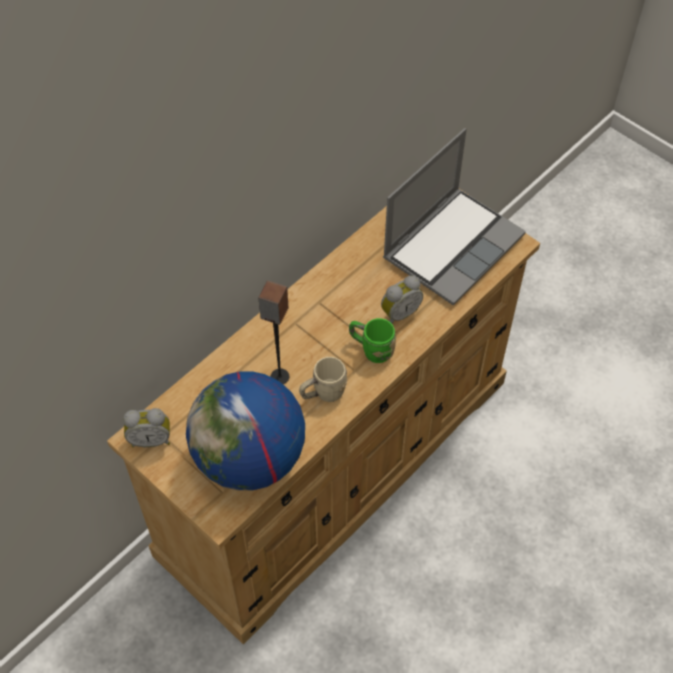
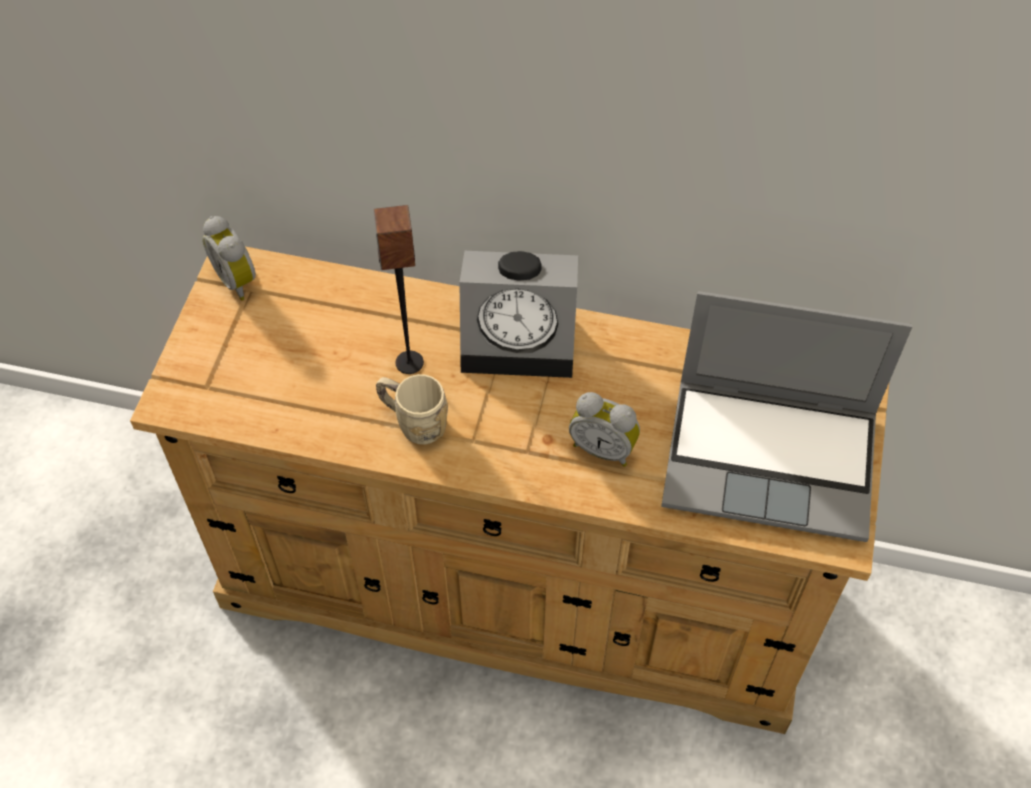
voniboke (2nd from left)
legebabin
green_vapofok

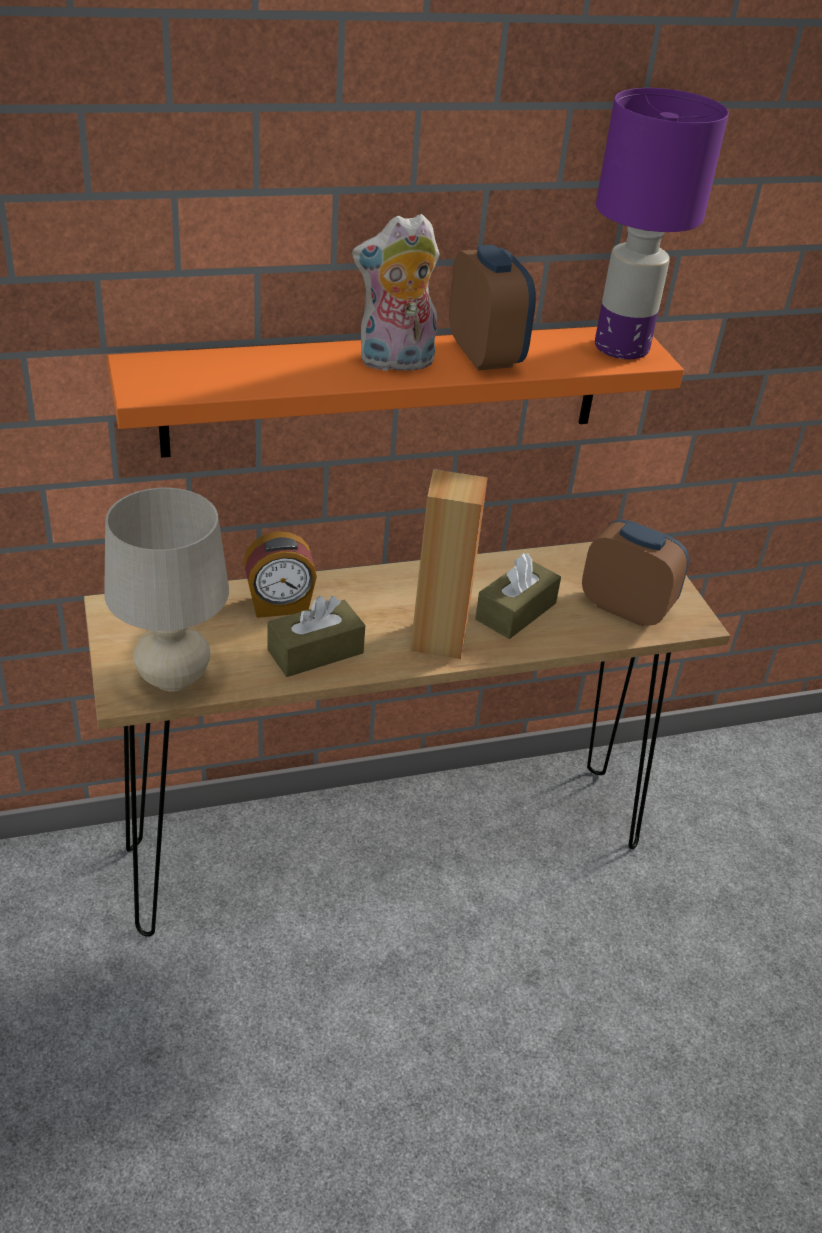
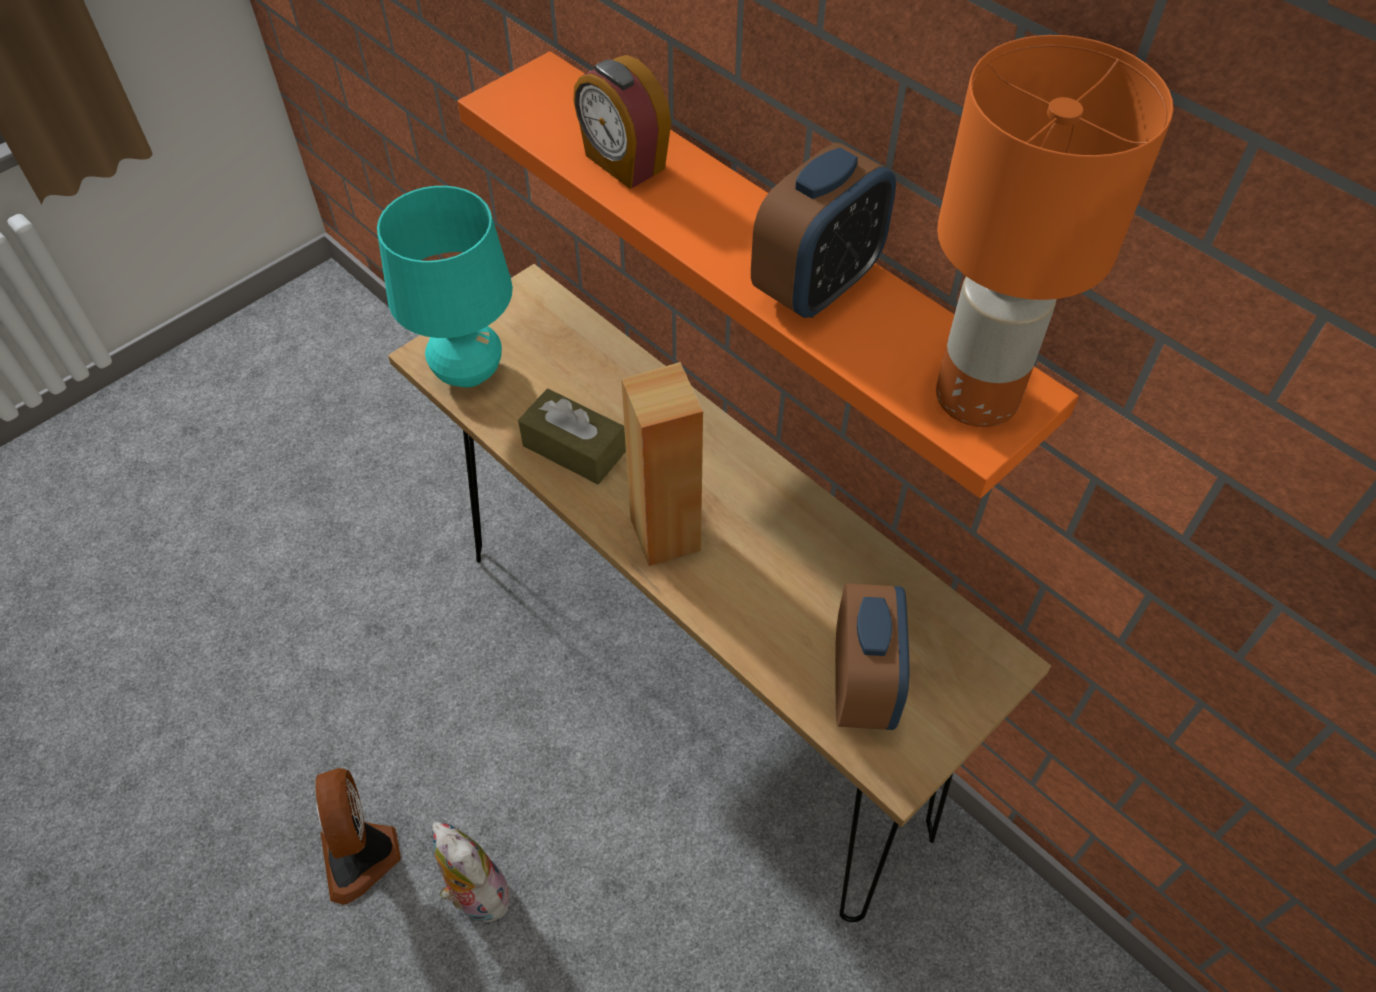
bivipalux
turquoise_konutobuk
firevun
voniboke (1st from left)
orange_konutobuk
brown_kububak (2nd from left in the first image)

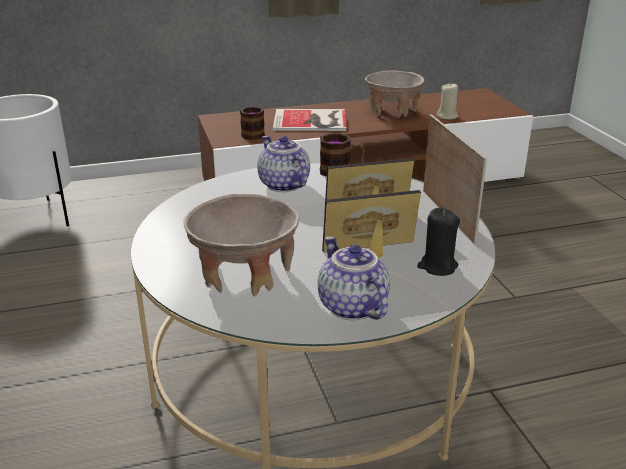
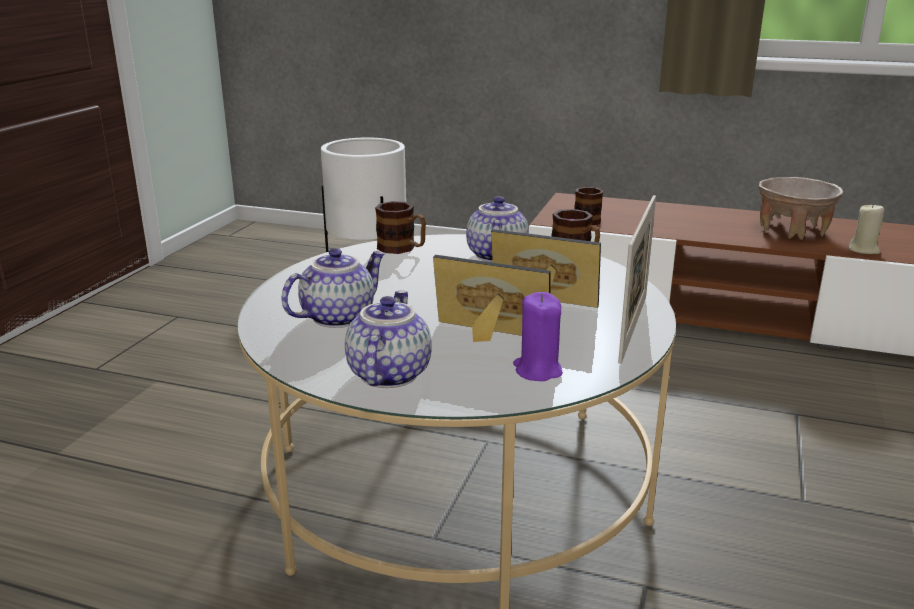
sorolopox (1st from left)
vapofok (1st from left)
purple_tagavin
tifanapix

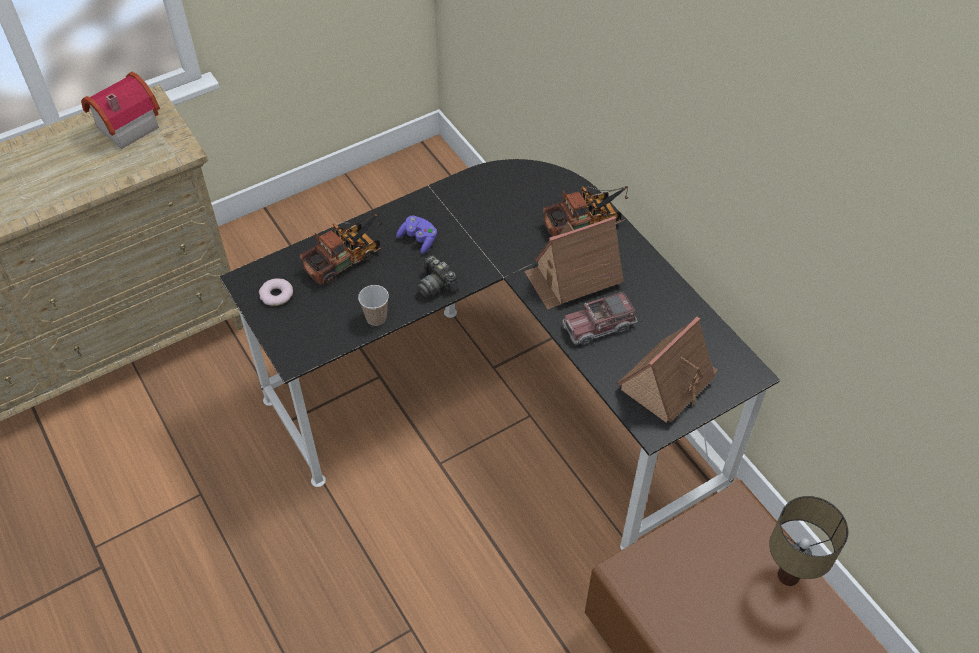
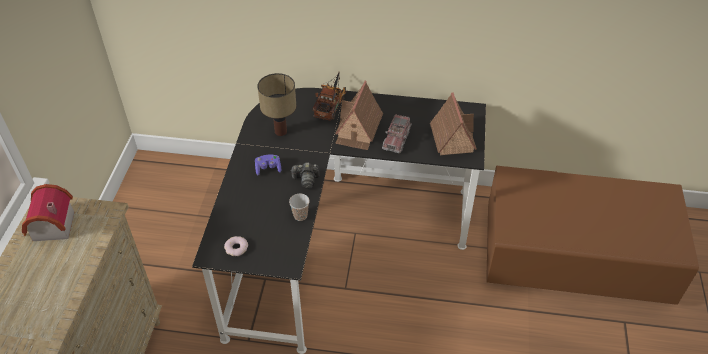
konutobuk
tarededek (1st from left in the first image)

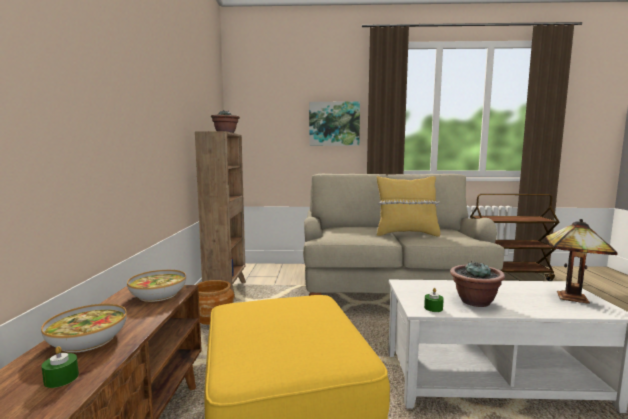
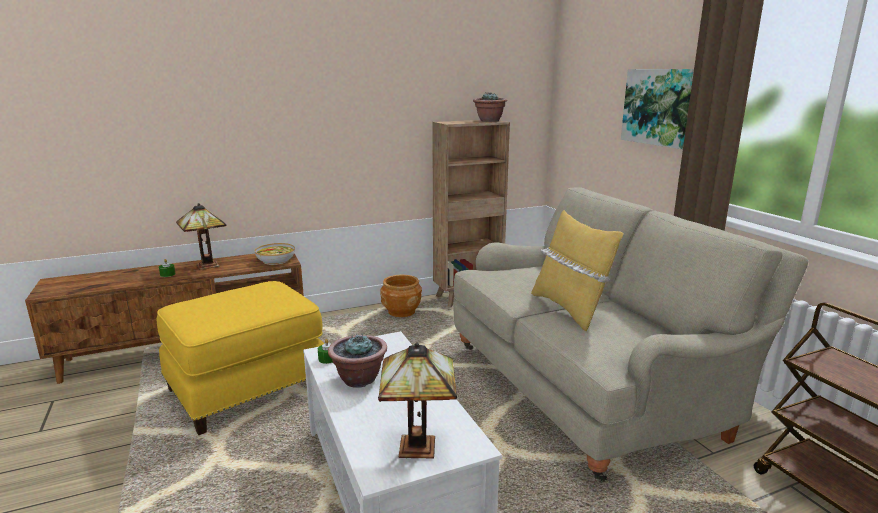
konutobuk (1st from left)

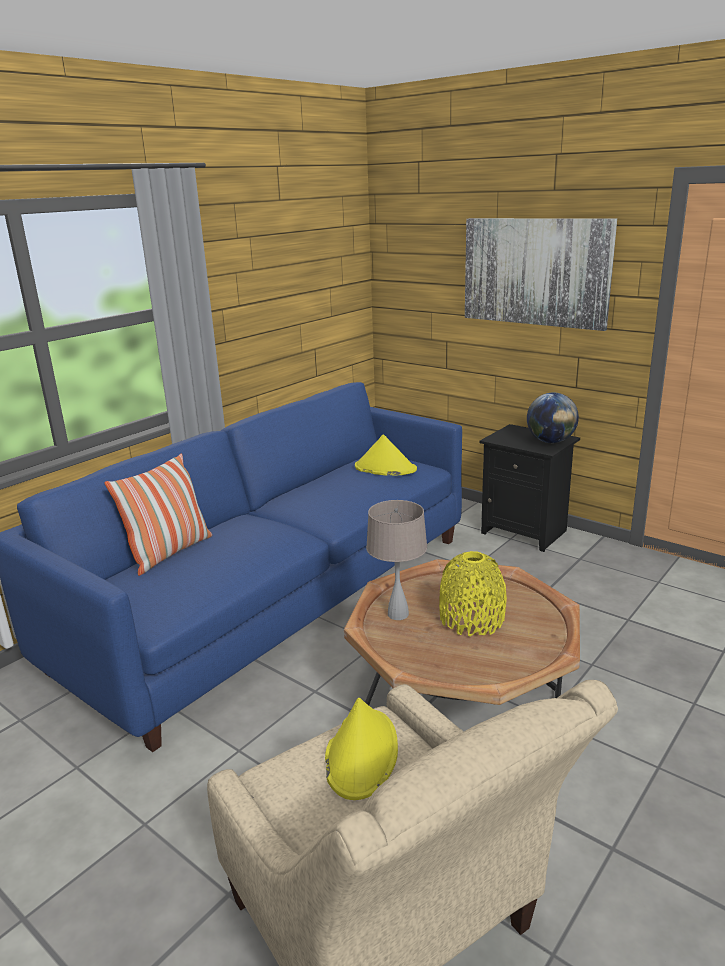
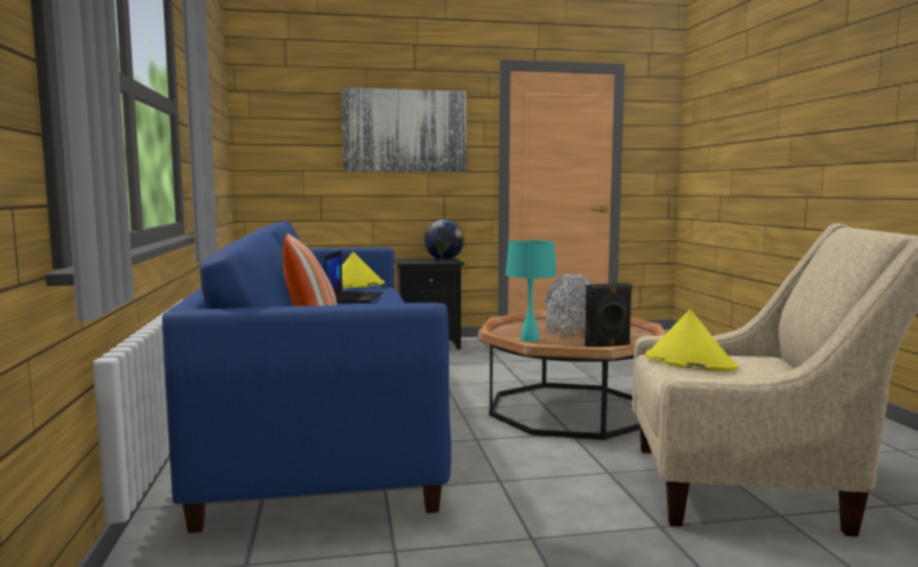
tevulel
turquoise_konutobuk
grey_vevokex
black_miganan

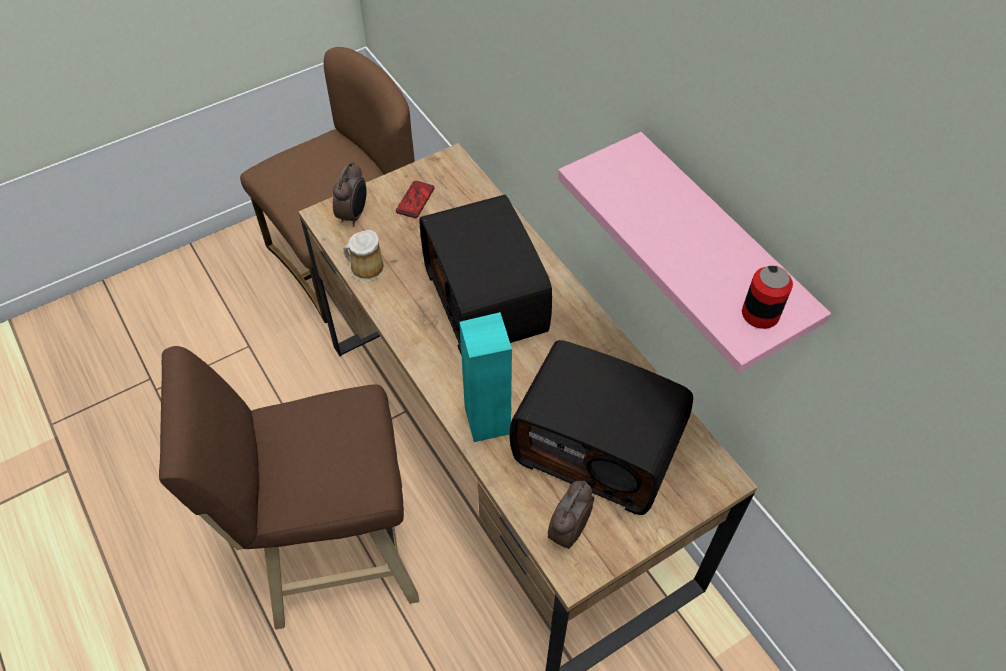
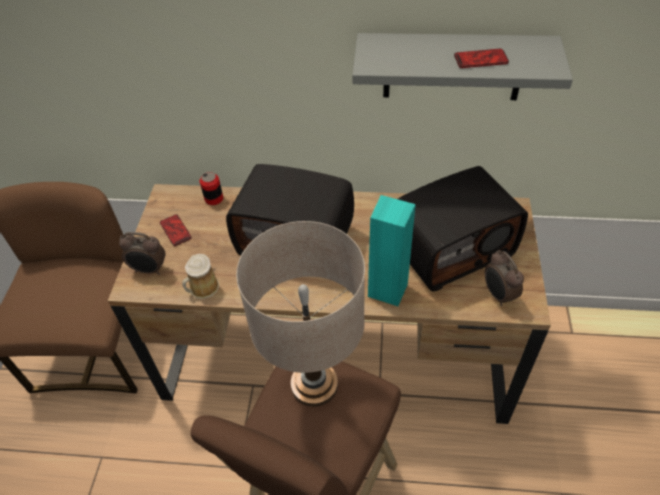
voniboke (1st from left)
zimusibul
beige_konutobuk
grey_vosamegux
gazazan (2nd from left)

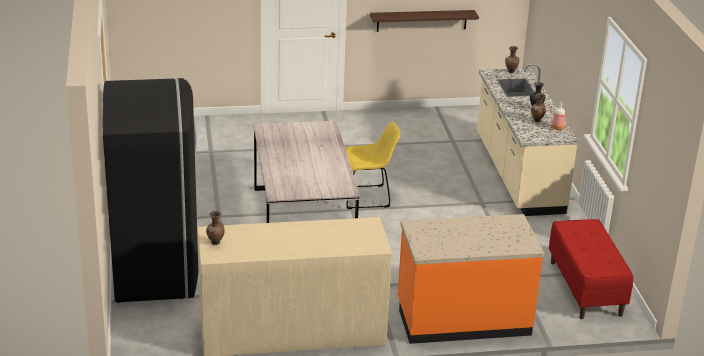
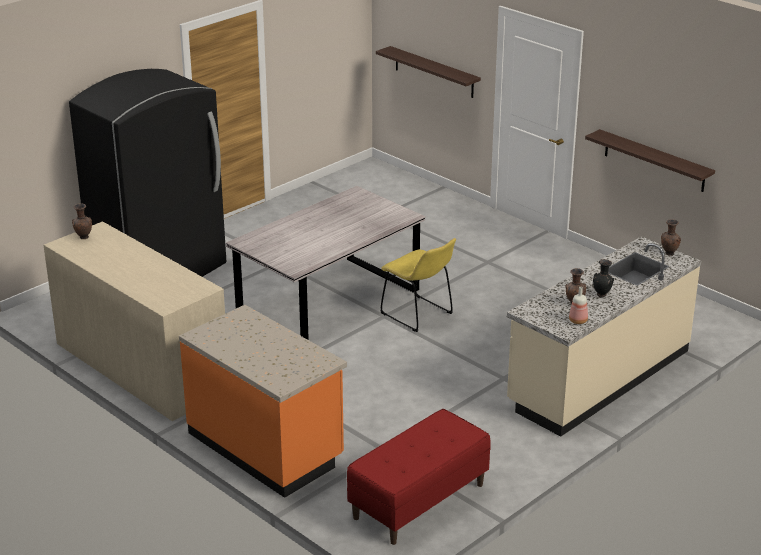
vosamegux (1st from left)

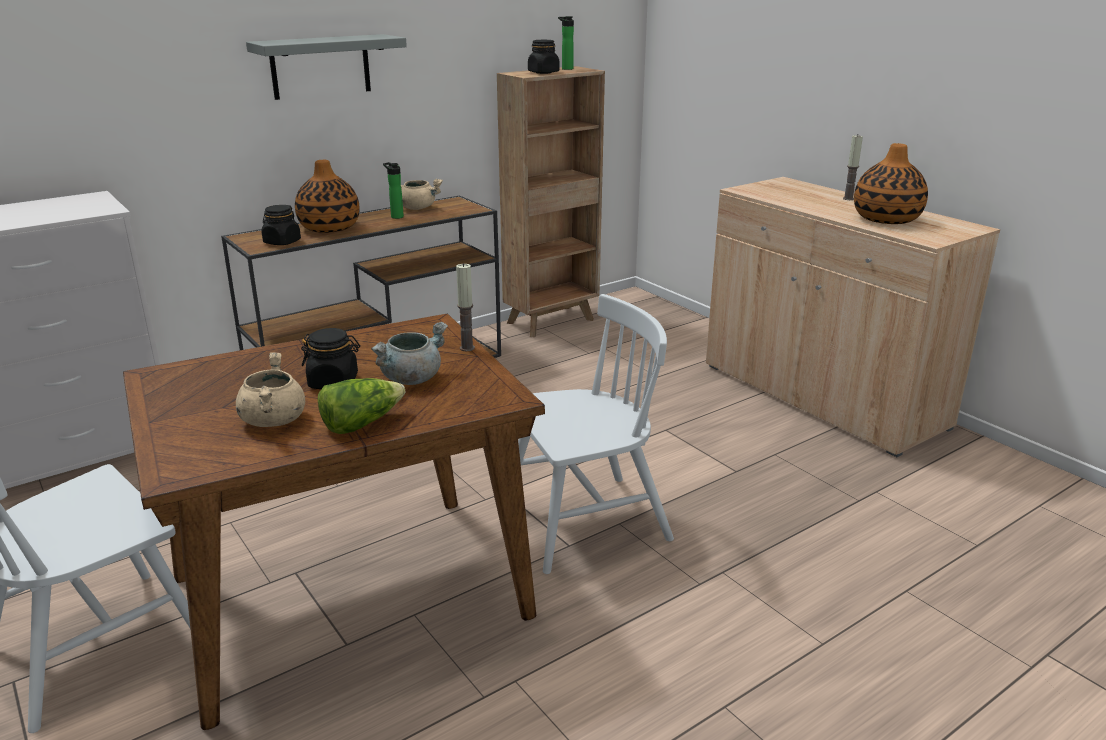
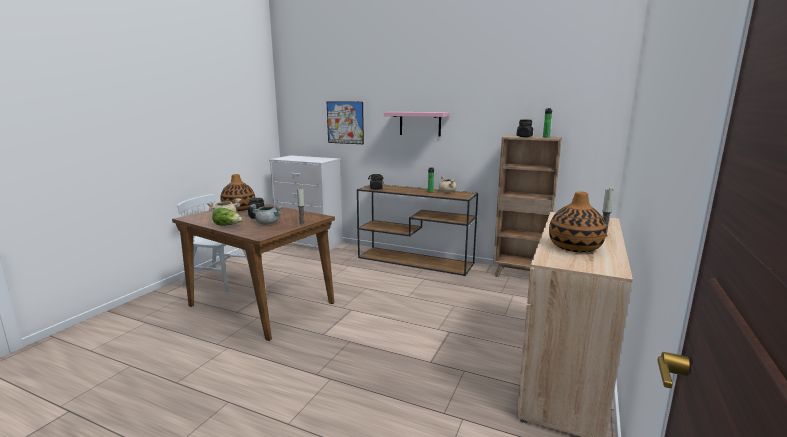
vevokex (1st from left)
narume
pink_vosamegux
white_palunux (2nd from left in the first image)

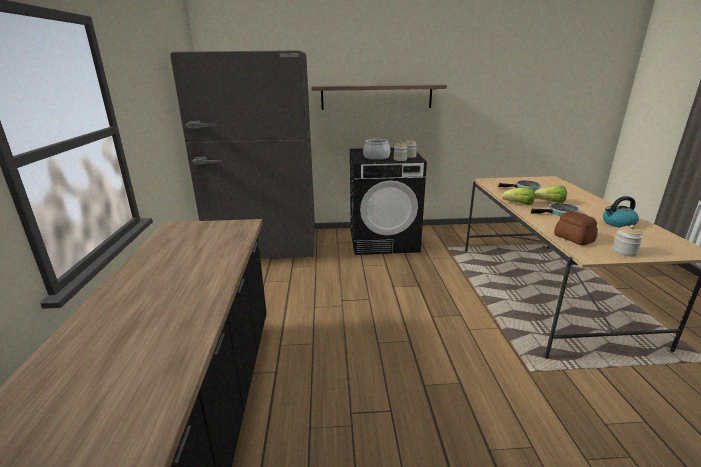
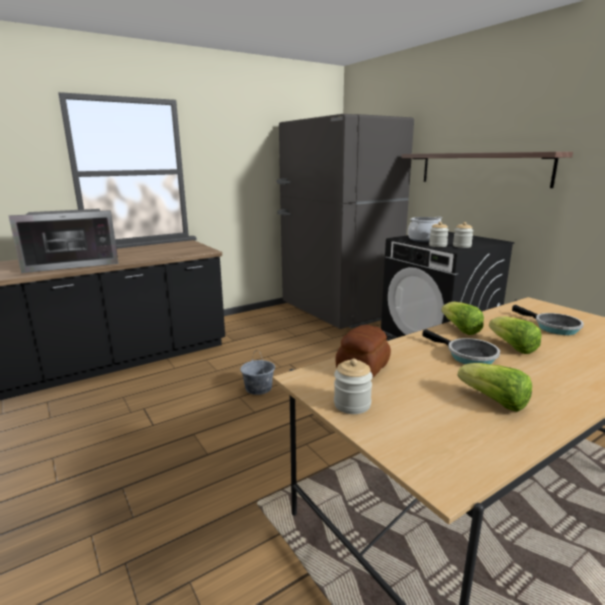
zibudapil
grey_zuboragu
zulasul (2nd from left)

